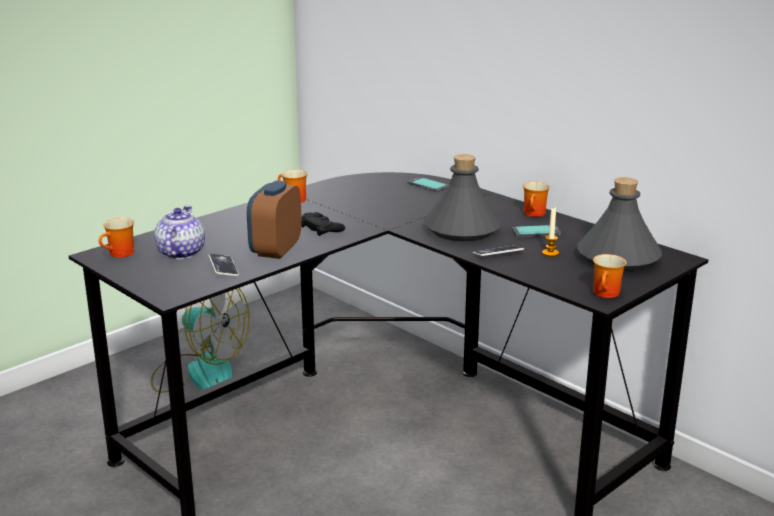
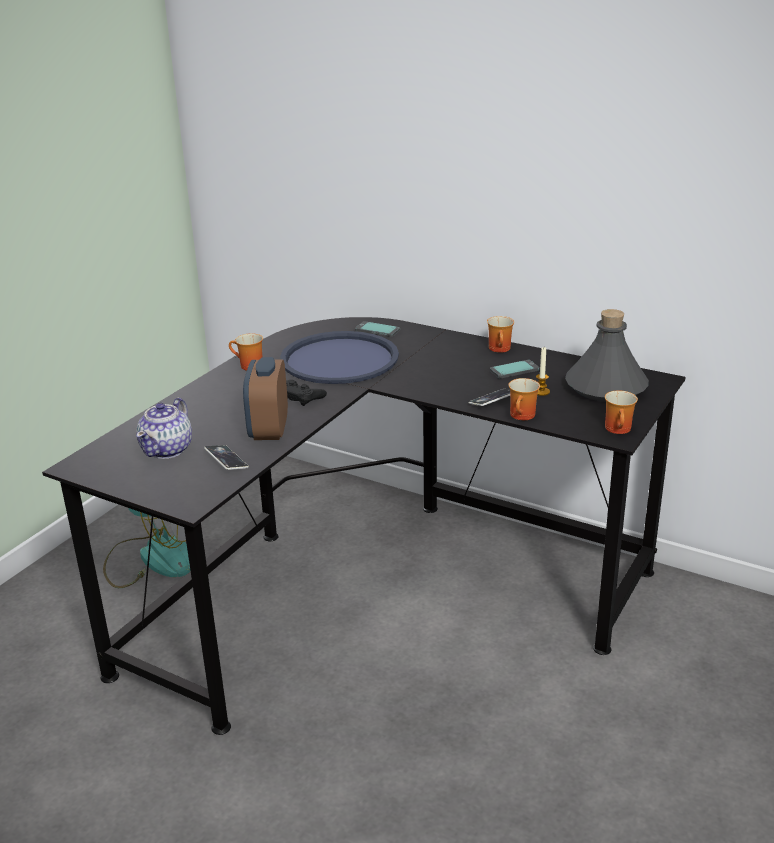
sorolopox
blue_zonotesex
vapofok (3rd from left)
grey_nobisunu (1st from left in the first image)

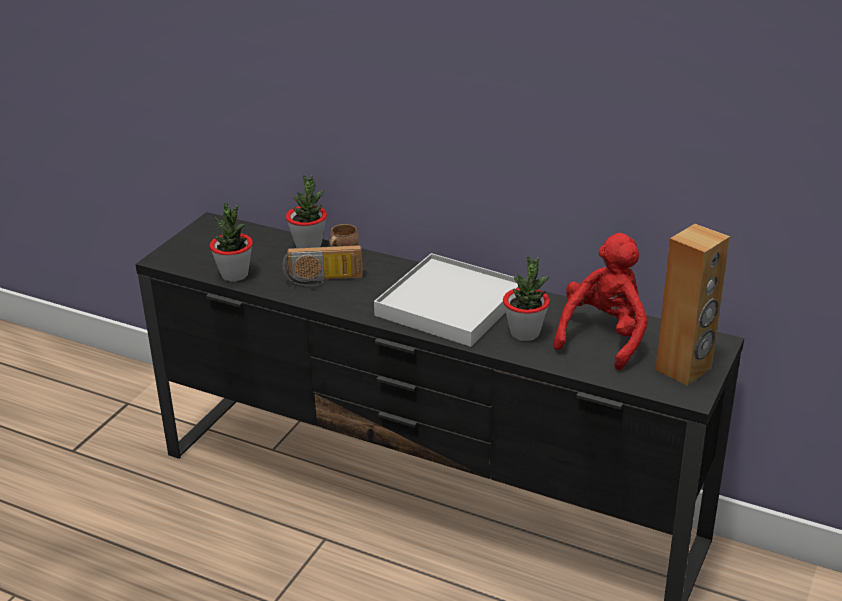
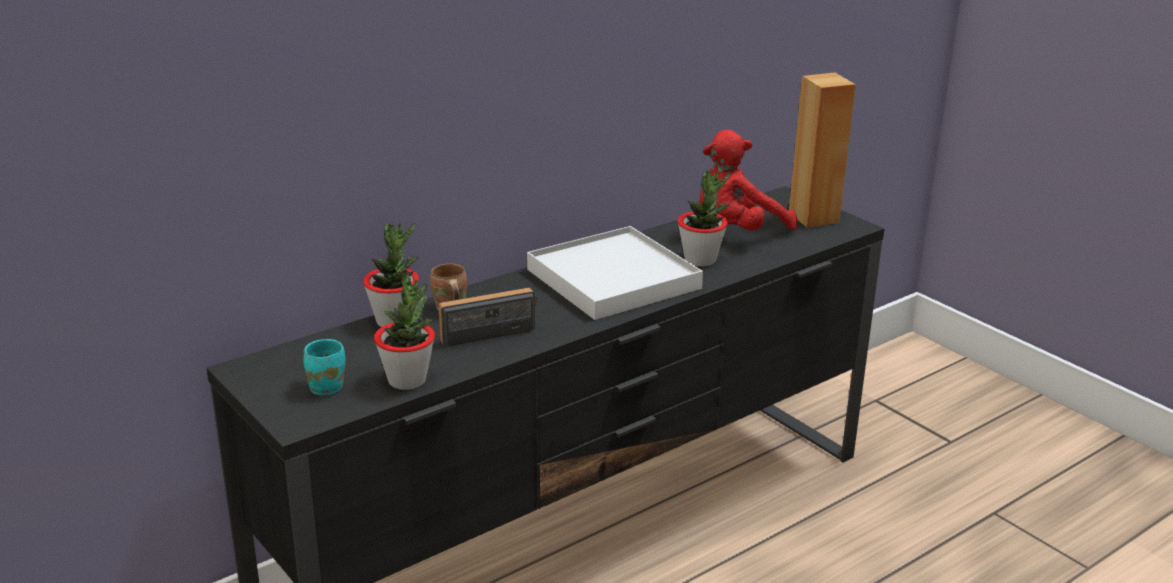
turquoise_vapofok
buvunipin
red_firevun

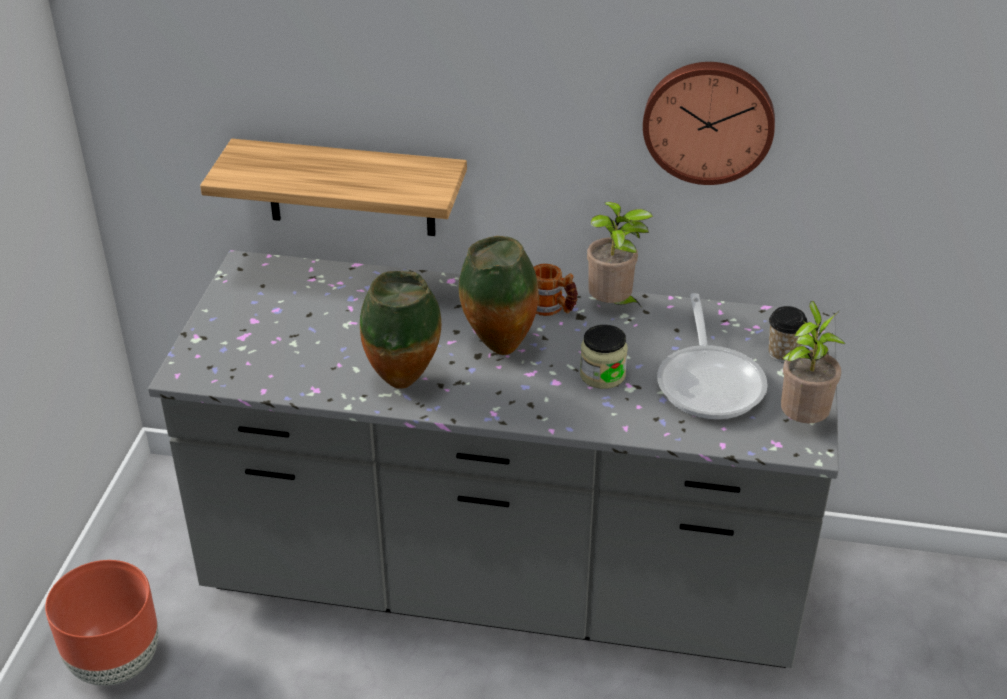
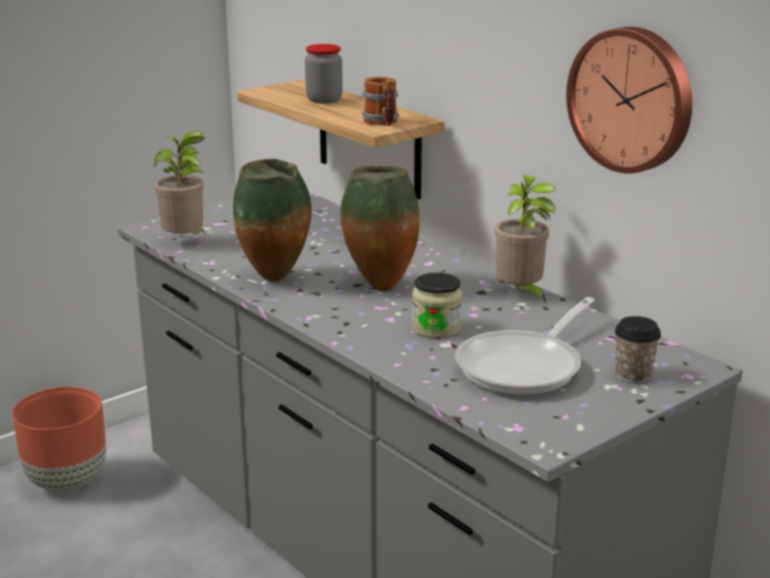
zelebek (1st from left)
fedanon (1st from left)
vapofok

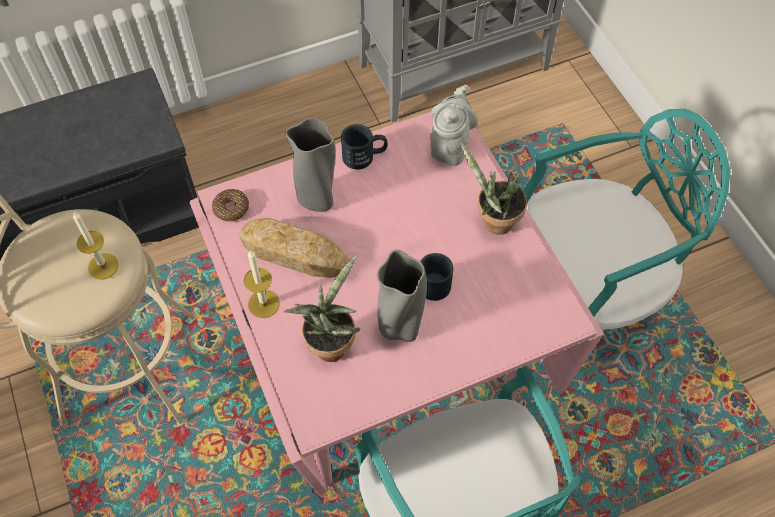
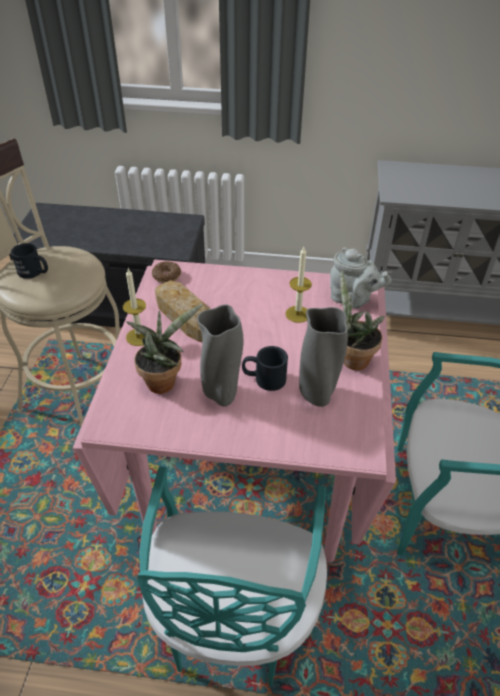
black_vapofok (1st from left)
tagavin (2nd from left)
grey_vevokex (2nd from left)
grey_sorolopox

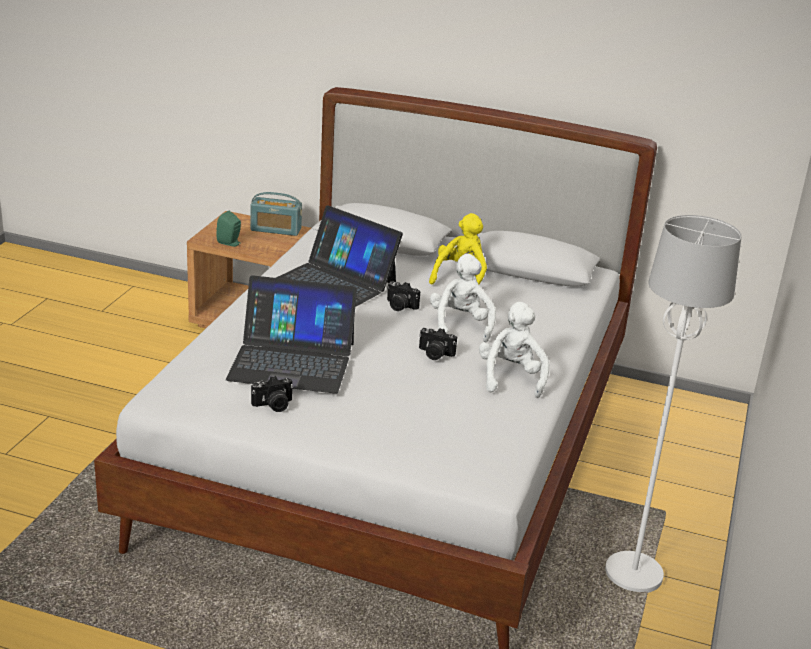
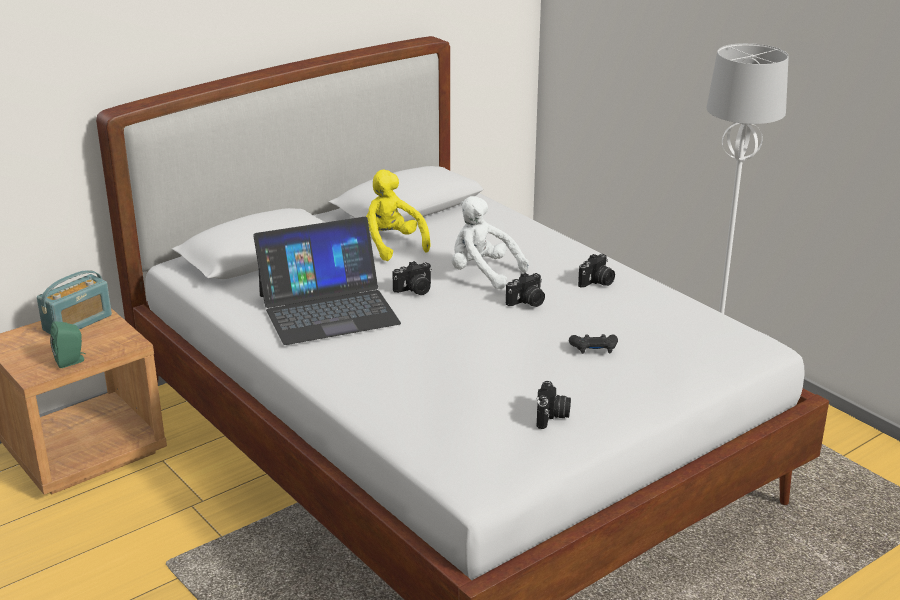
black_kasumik
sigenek (4th from left)
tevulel (1st from left in the first image)

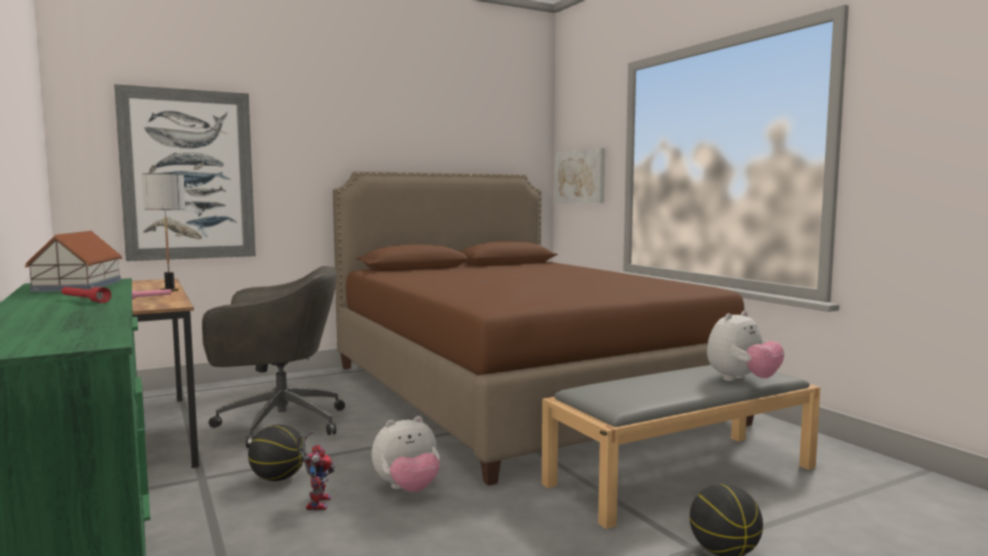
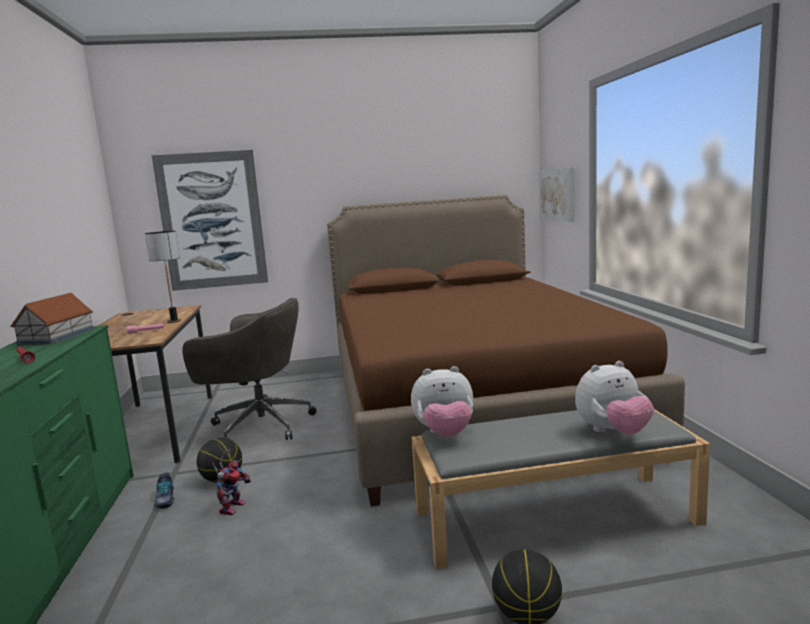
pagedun
firevun (1st from left)

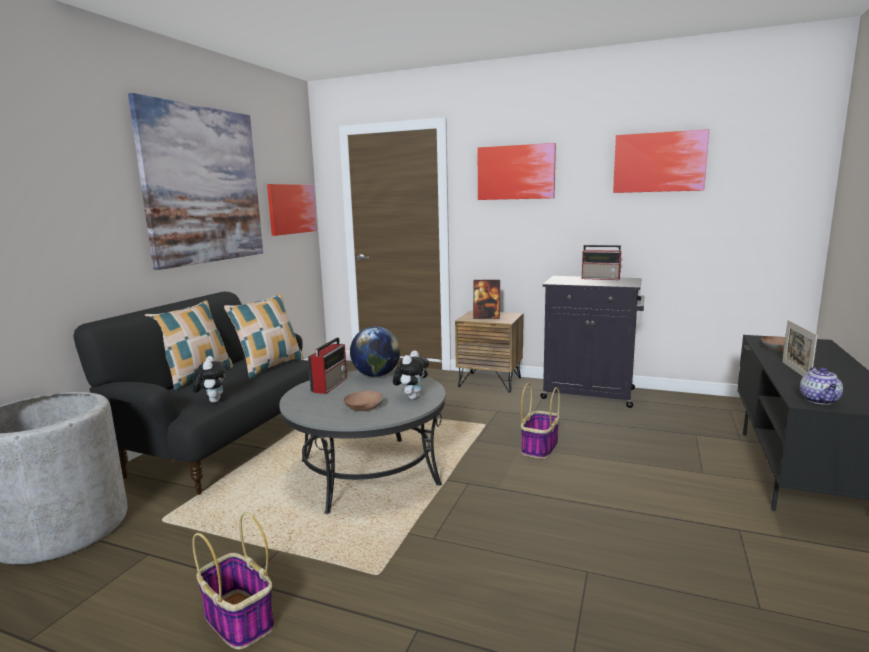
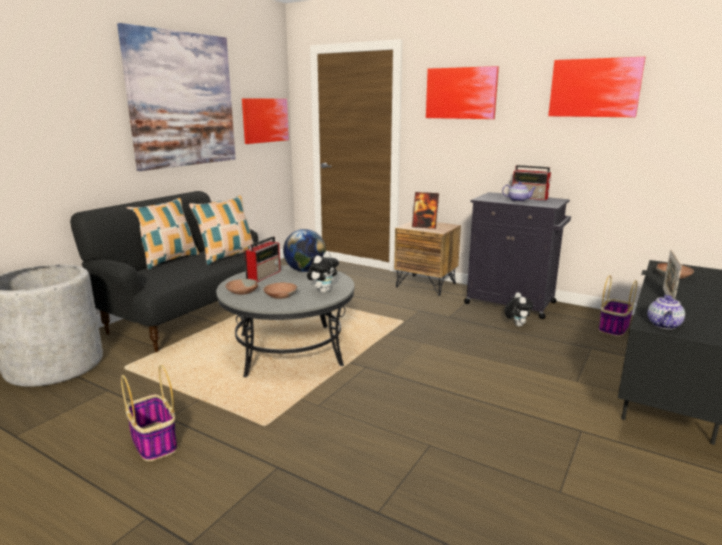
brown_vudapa (1st from left)
sorolopox (1st from left)
firevun (2nd from left)
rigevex (2nd from left)

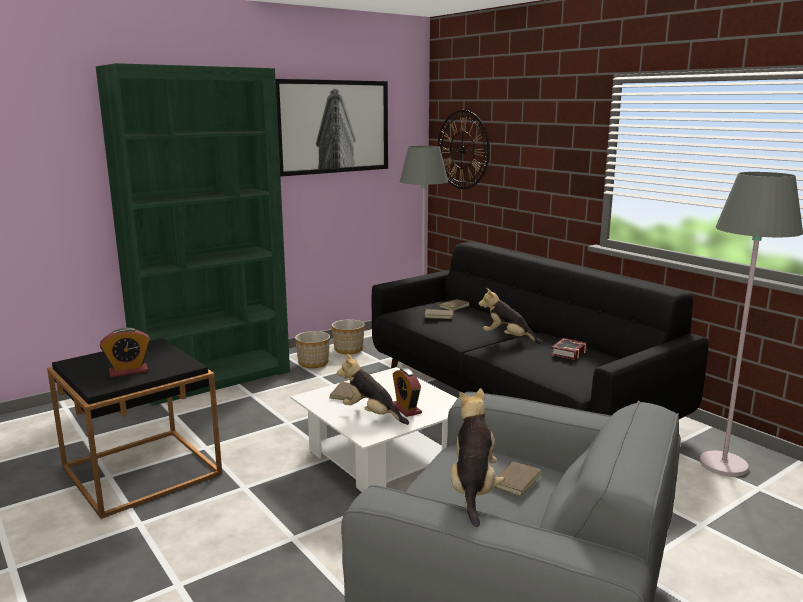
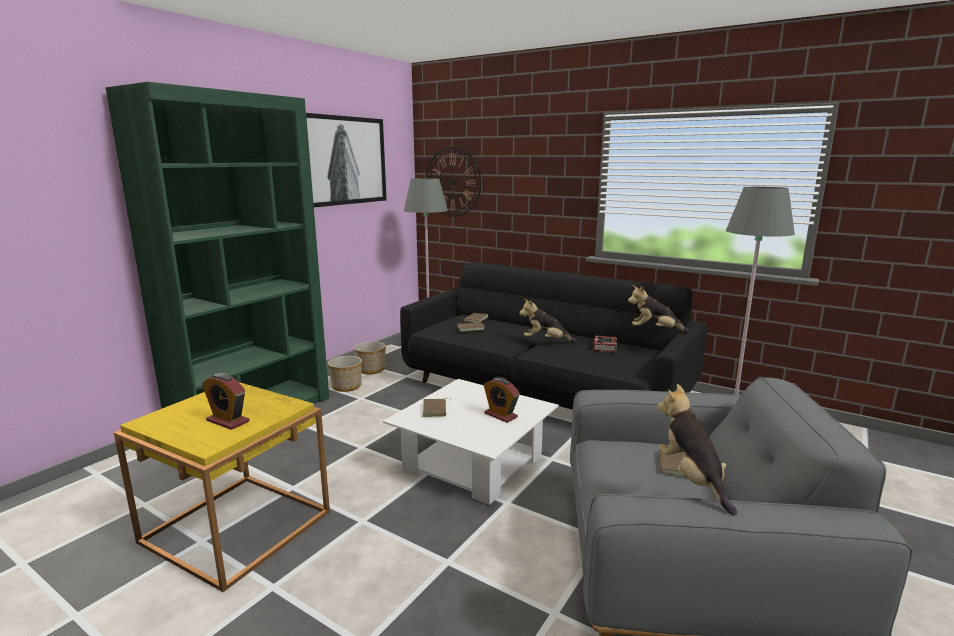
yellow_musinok
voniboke (1st from left)
firevun (2nd from left)

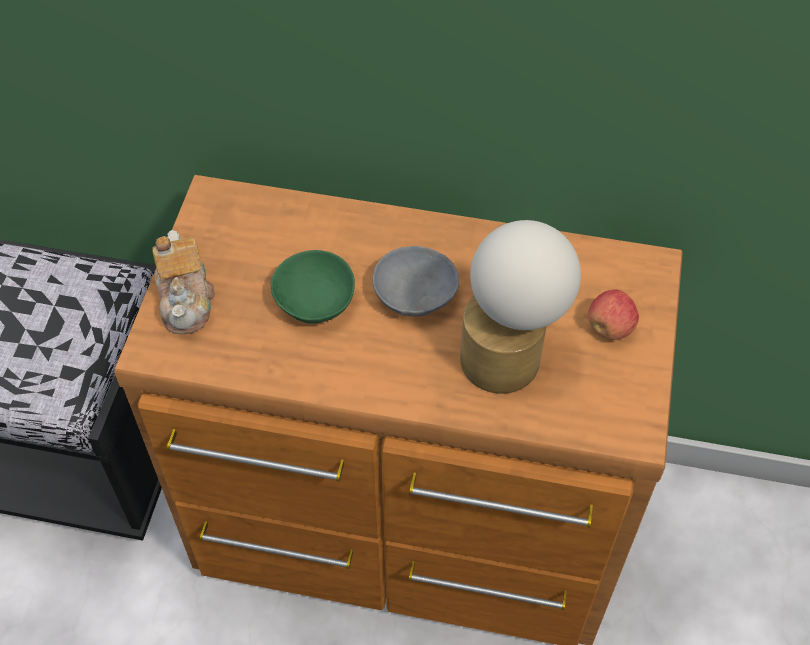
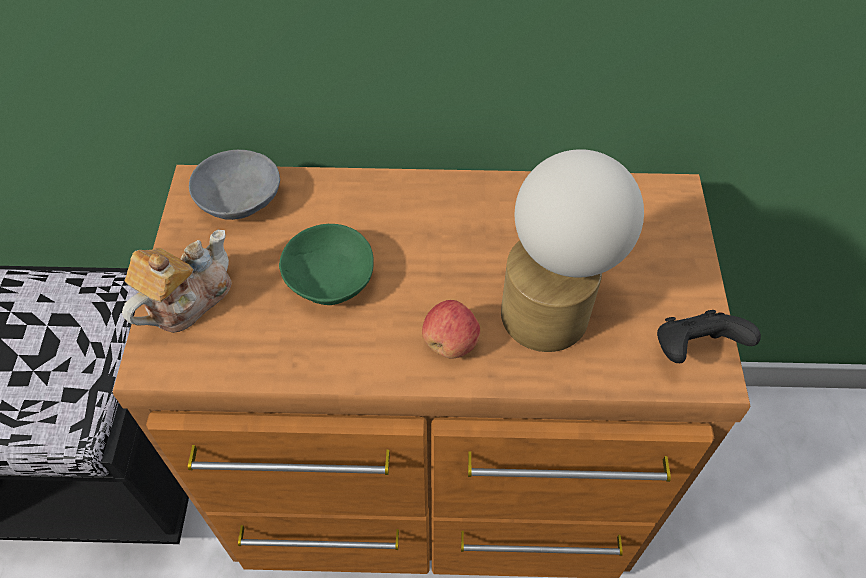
sorolopox
grey_vudapa
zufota
black_kasumik

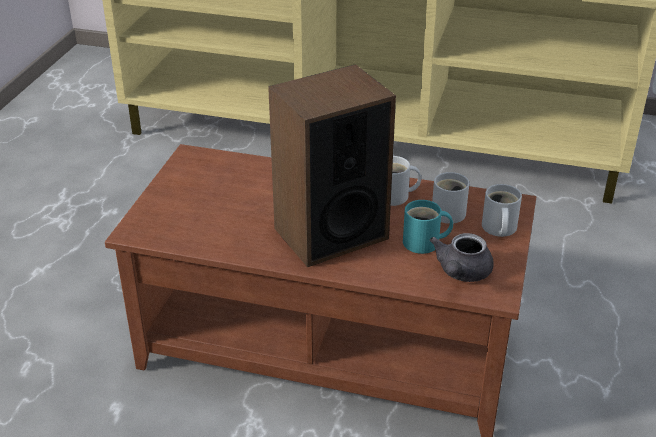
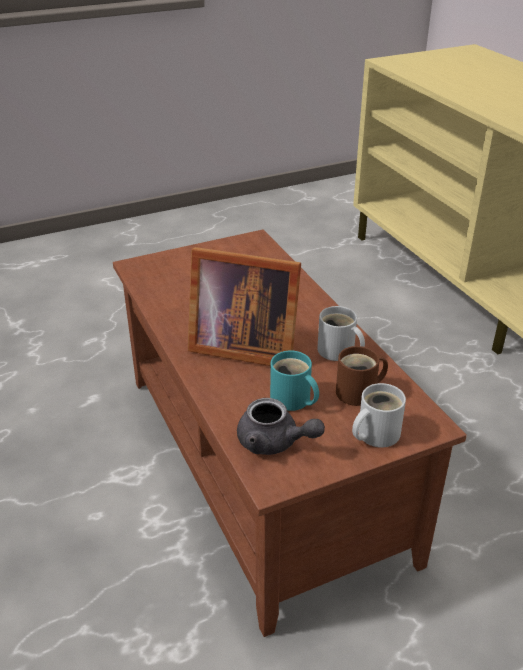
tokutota
grey_sorolopox
brown_vapofok

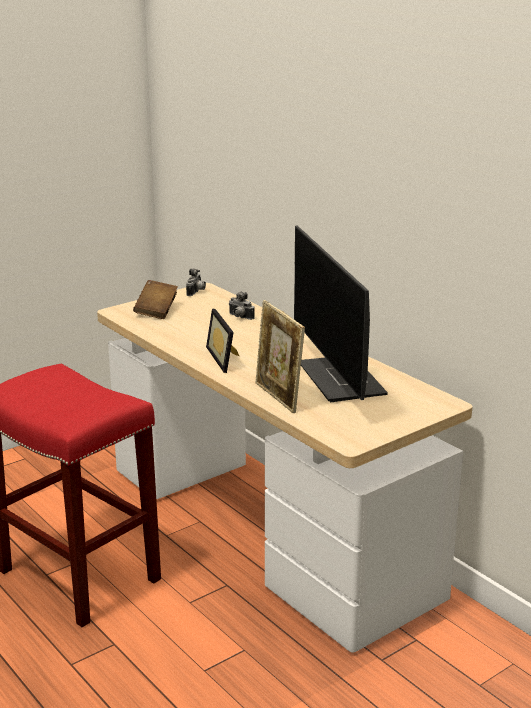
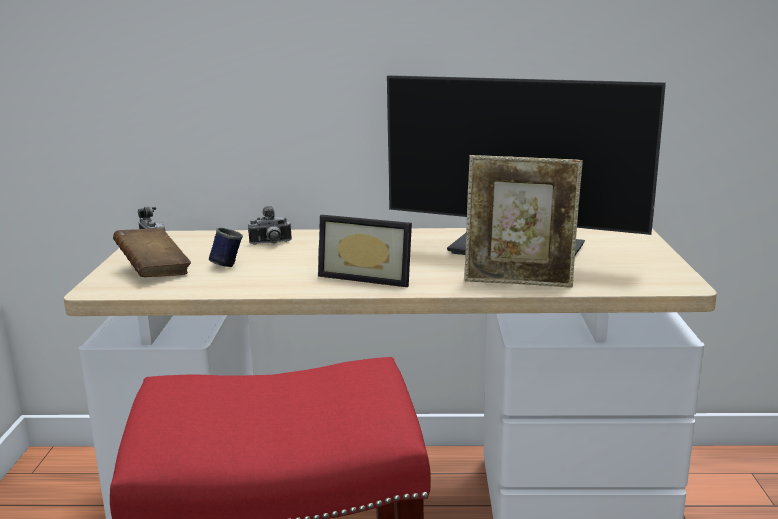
blue_vapofok

